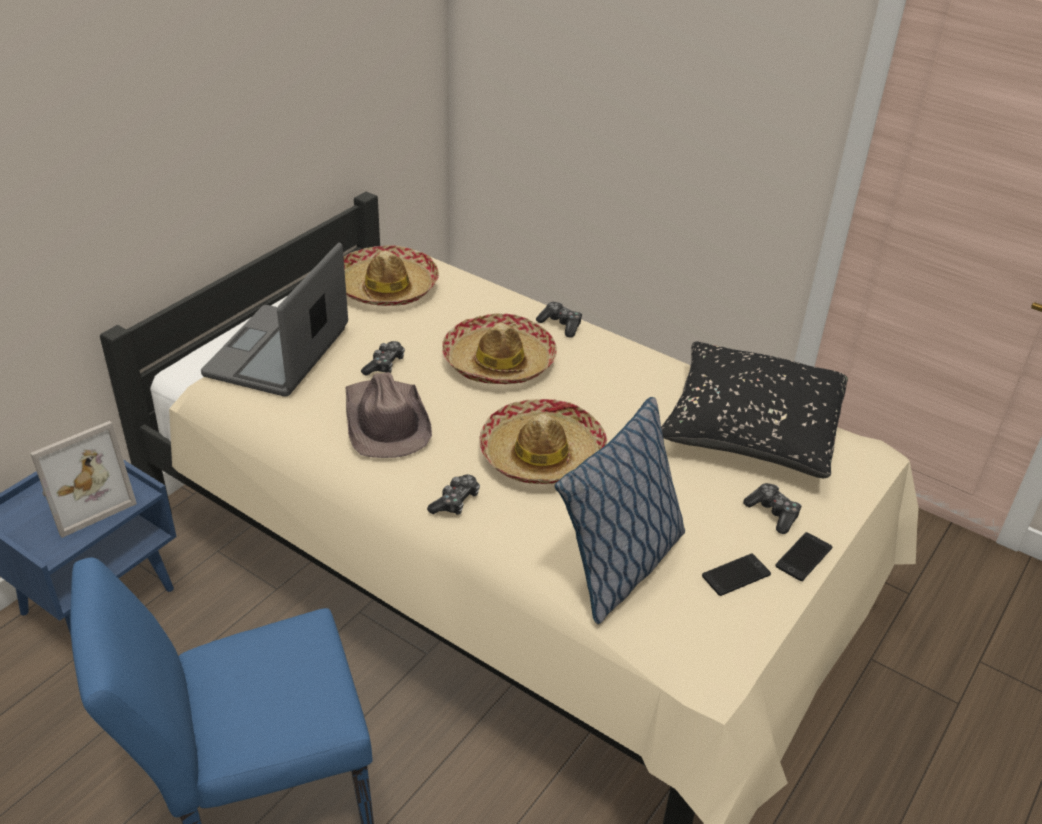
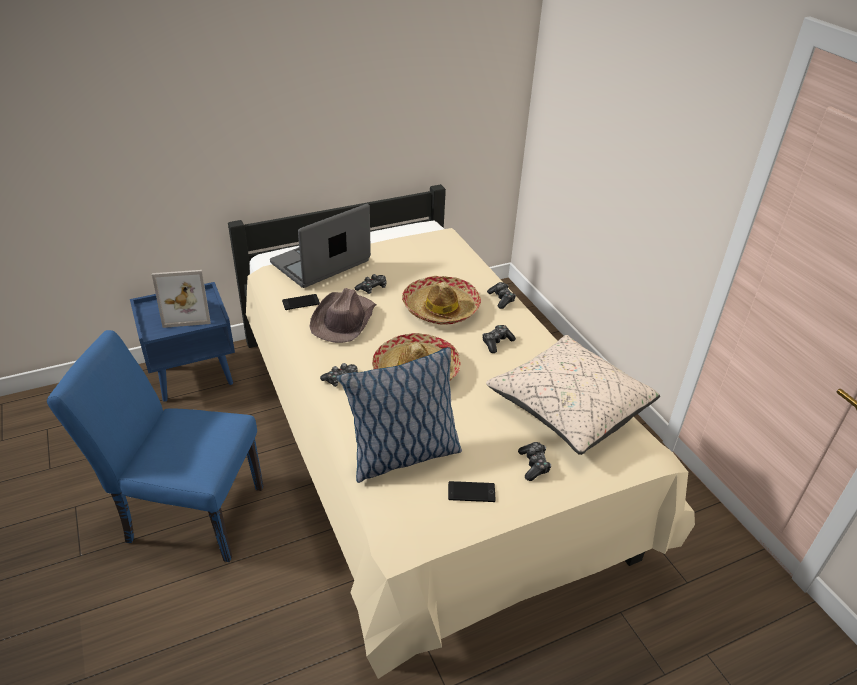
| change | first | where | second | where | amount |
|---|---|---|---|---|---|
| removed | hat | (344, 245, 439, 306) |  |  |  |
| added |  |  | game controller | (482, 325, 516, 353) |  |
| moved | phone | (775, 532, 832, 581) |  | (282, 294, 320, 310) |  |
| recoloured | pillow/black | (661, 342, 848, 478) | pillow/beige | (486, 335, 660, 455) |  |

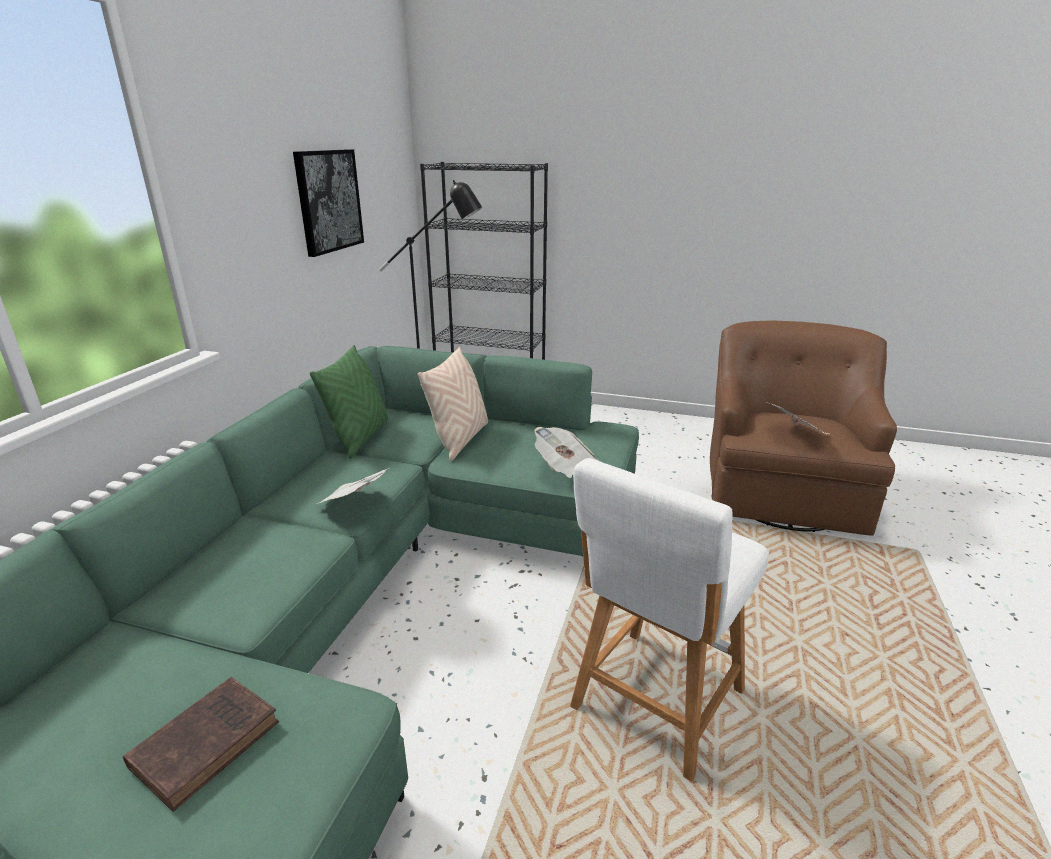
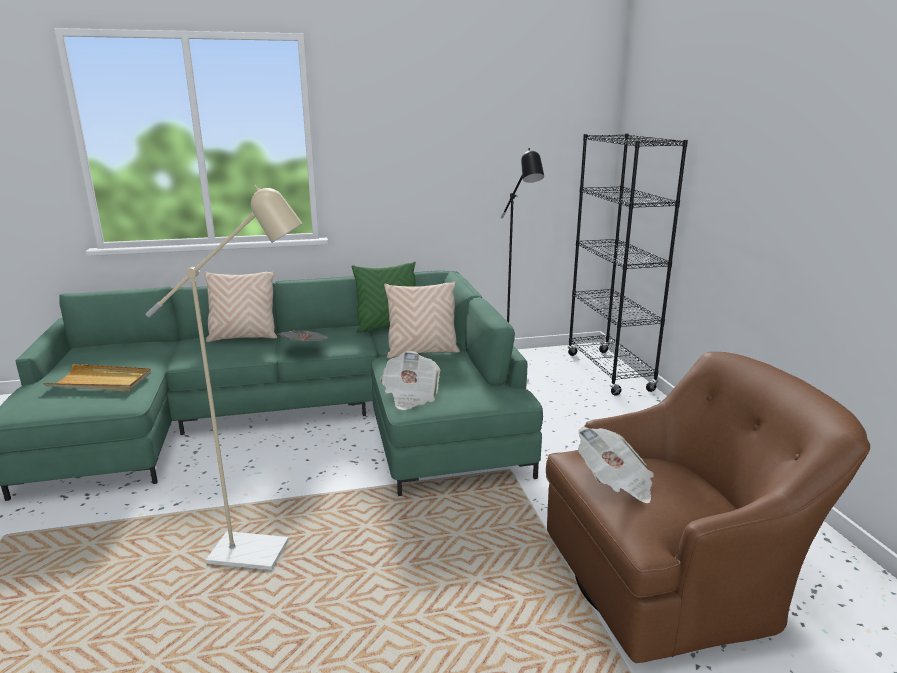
| change | first | where | second | where | amount |
|---|---|---|---|---|---|
| removed | picture | (293, 149, 364, 257) |  |  |  |
| added |  |  | pillow/beige | (204, 271, 277, 342) |  |
| replaced | book/brown | (123, 677, 279, 812) | tray/beige | (43, 364, 151, 391) |  |
| replaced | stool/white | (570, 458, 769, 782) | floor lamp/beige | (146, 185, 302, 570) |  |

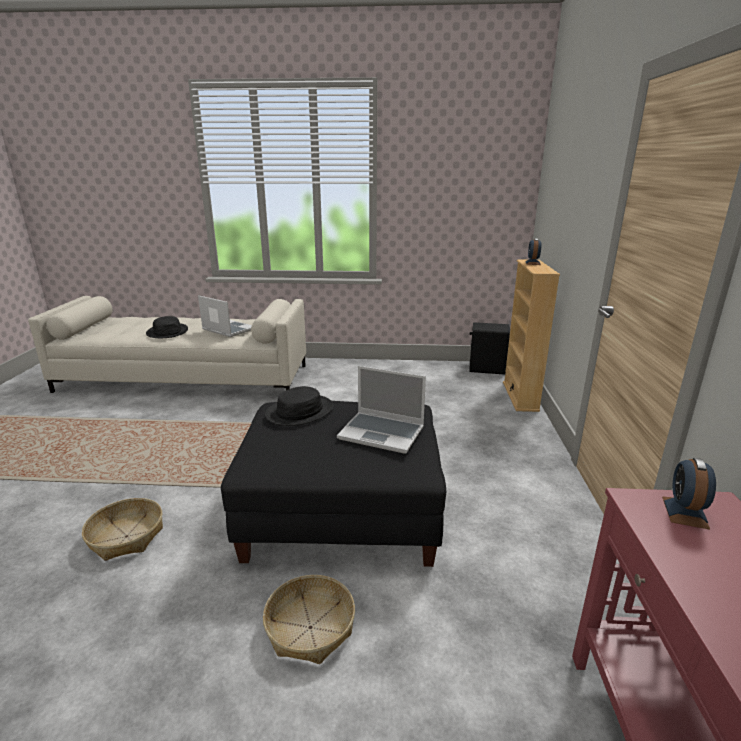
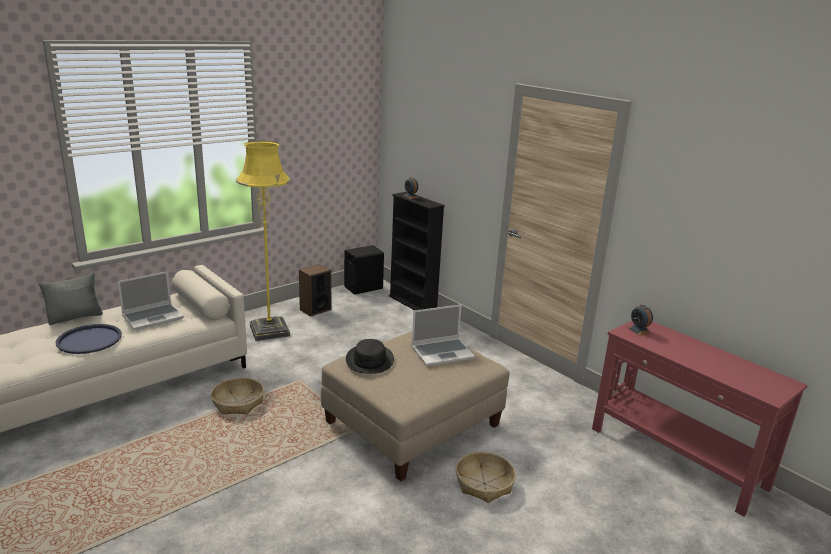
| change | first | where | second | where | amount |
|---|---|---|---|---|---|
| added |  |  | pillow/grey | (38, 272, 103, 325) |  |
| added |  |  | floor lamp/yellow | (236, 141, 290, 341) |  |
| added |  |  | speaker | (299, 264, 331, 317) |  |
| moved | basket | (82, 498, 163, 561) |  | (211, 378, 264, 415) |  |
| replaced | hat/black | (146, 316, 188, 338) | tray/blue | (55, 324, 122, 354) |  |
| recoloured | ottoman/black | (221, 401, 446, 567) | ottoman/beige | (321, 331, 510, 481) |  |
| recoloured | bookcase/beige | (503, 260, 560, 412) | bookcase/black | (389, 192, 445, 310) |  |
| turned | laptop | (198, 295, 252, 337) |  | (118, 271, 184, 330) | 150 degrees clockwise |

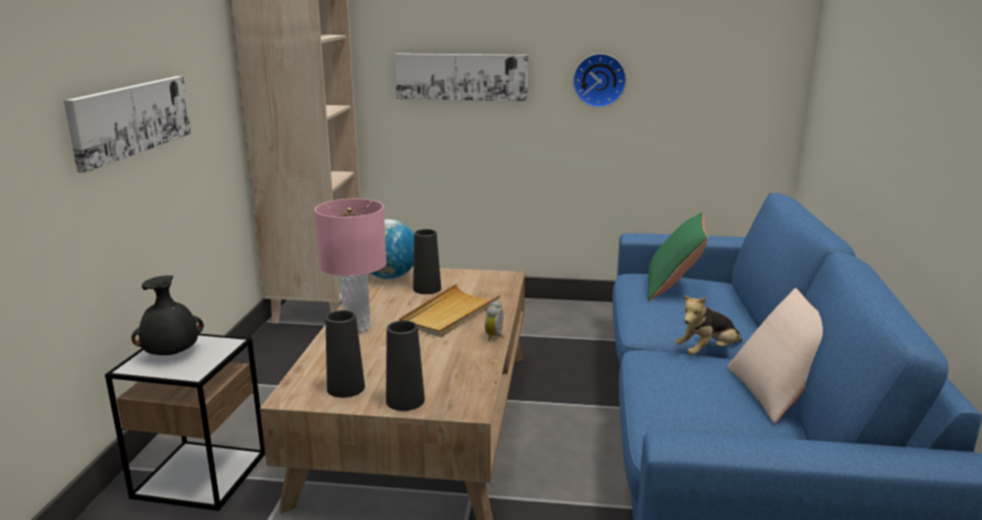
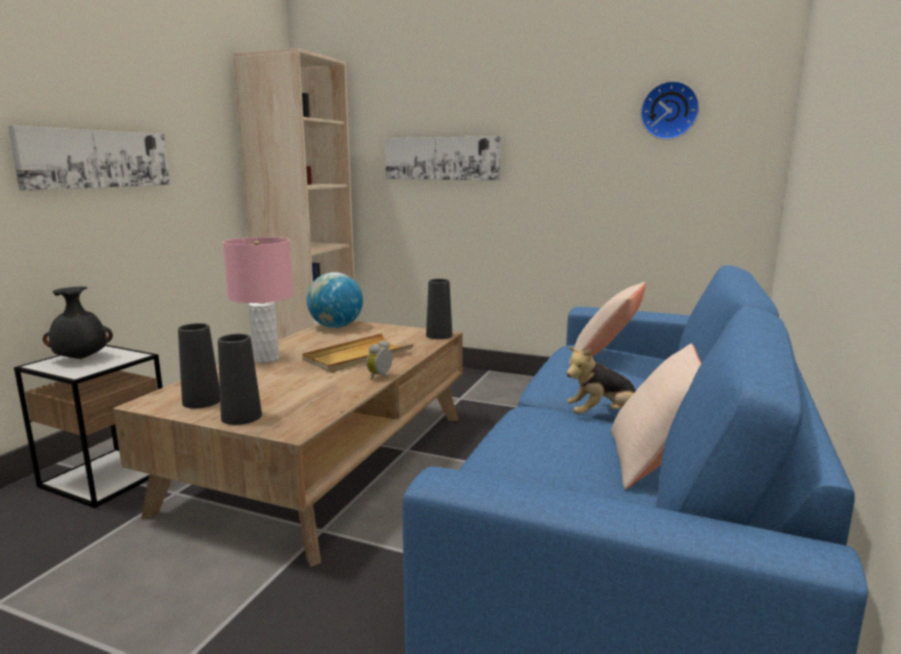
| change | first | where | second | where | amount |
|---|---|---|---|---|---|
| moved | vase/black | (413, 229, 441, 294) |  | (426, 279, 453, 339) |  |
| moved | wall clock | (573, 53, 627, 108) |  | (640, 81, 700, 140) |  |
| recoloured | pillow/green | (648, 212, 708, 301) | pillow/beige | (569, 282, 646, 365) |  |

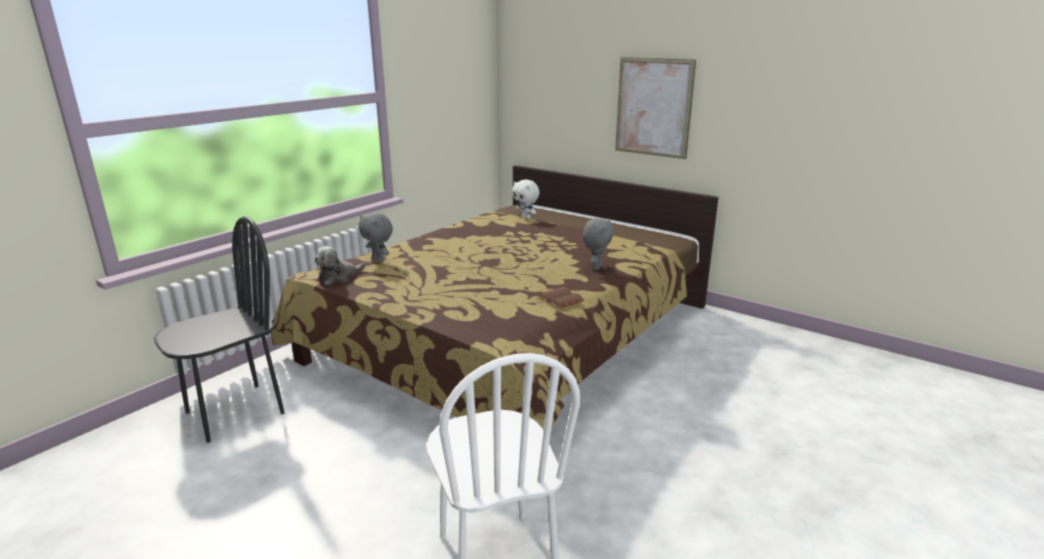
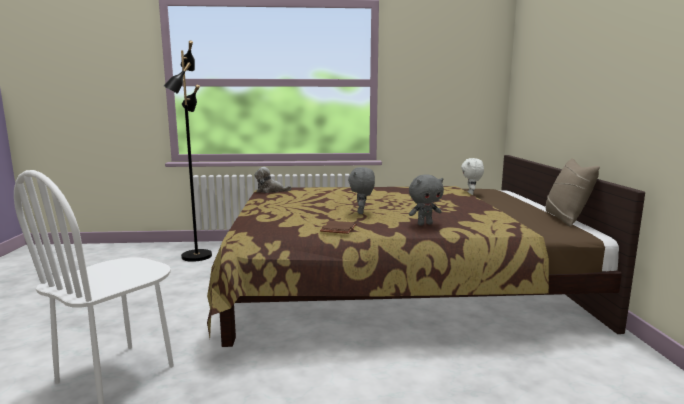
| change | first | where | second | where | amount |
|---|---|---|---|---|---|
| removed | picture | (615, 57, 696, 159) |  |  |  |
| added |  |  | pillow/beige | (546, 158, 600, 226) |  |
| moved | plush toy/grey | (358, 213, 393, 263) |  | (348, 167, 375, 214) |  |
| replaced | chair/black | (154, 216, 285, 443) | floor lamp/black | (164, 41, 212, 262) |  |

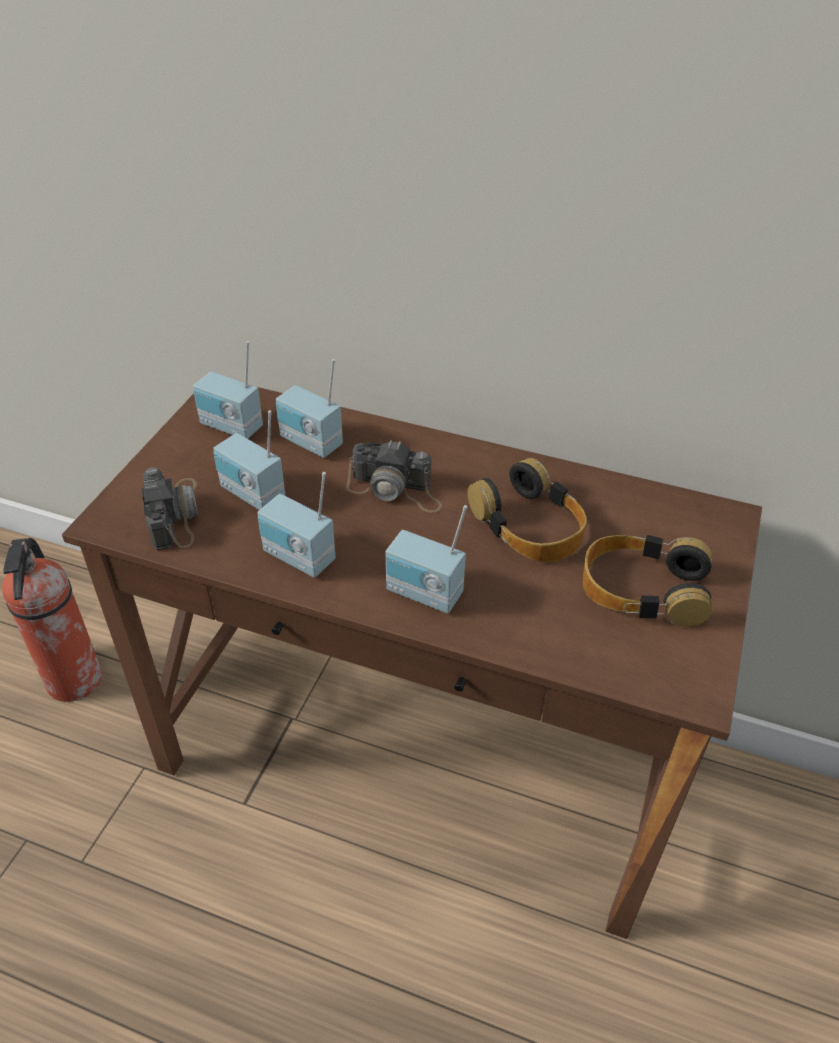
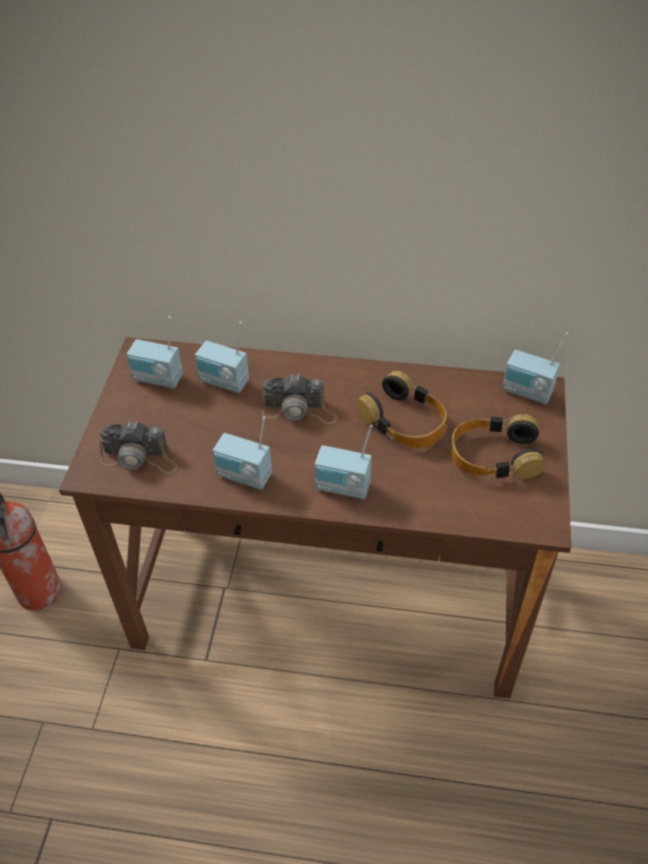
| change | first | where | second | where | amount |
|---|---|---|---|---|---|
| moved | radio | (213, 410, 285, 510) |  | (502, 332, 568, 404) |  |
| turned | photo camera | (142, 467, 198, 550) |  | (99, 421, 177, 474) | 120 degrees clockwise |

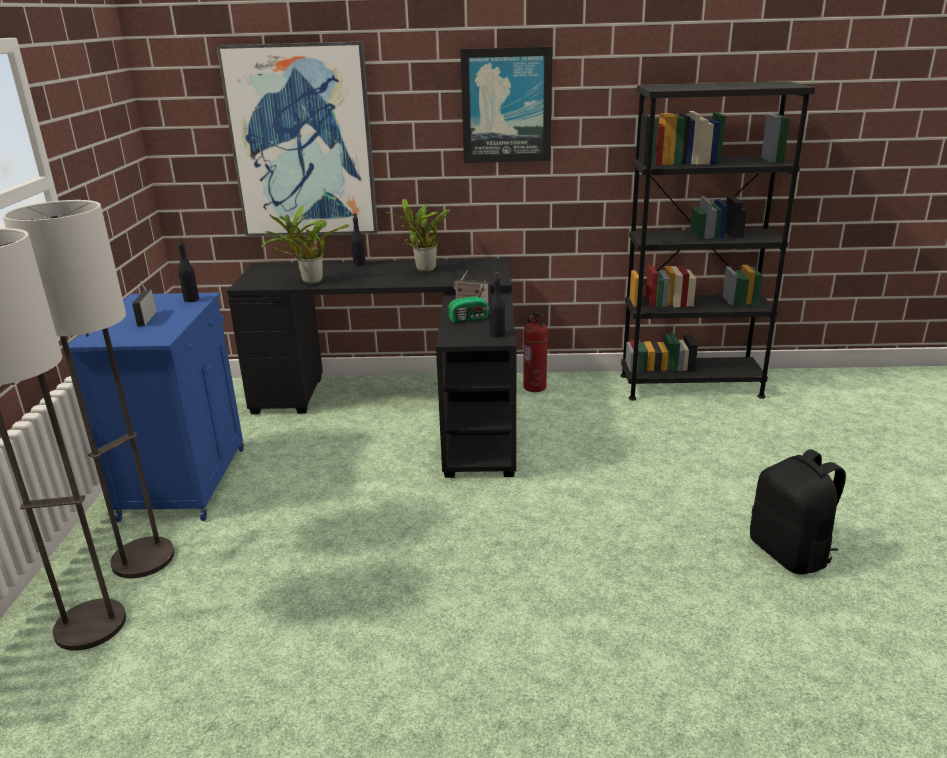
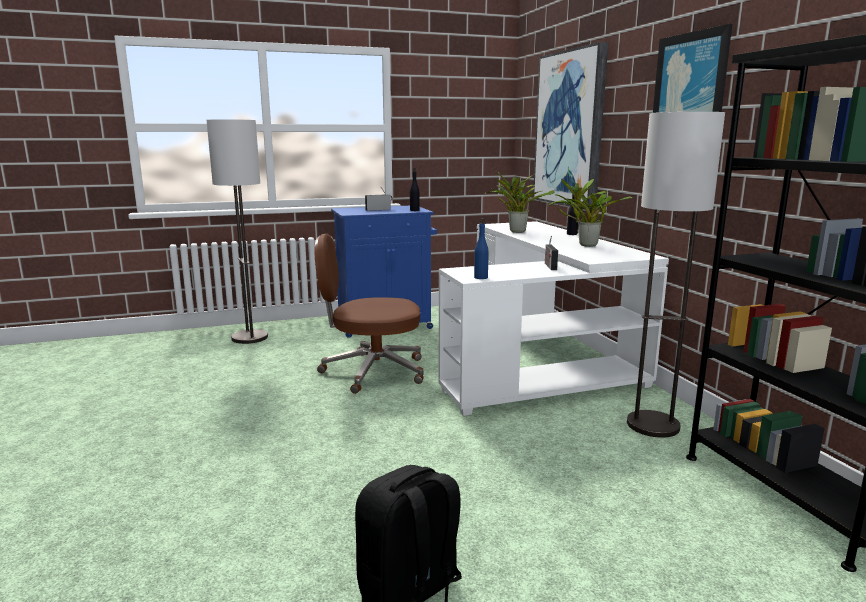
| change | first | where | second | where | amount |
|---|---|---|---|---|---|
| removed | radio | (448, 279, 489, 323) |  |  |  |
| removed | fire extinguisher | (523, 312, 548, 392) |  |  |  |
| added |  |  | office chair/brown | (314, 234, 424, 394) |  |
| moved | floor lamp | (2, 200, 175, 578) |  | (627, 112, 725, 438) |  |
| recoloured | desk/black | (227, 258, 517, 478) | desk/white | (438, 221, 669, 416) |  |
| recoloured | bottle/black | (489, 273, 505, 337) | bottle/blue | (474, 218, 489, 279) |  |

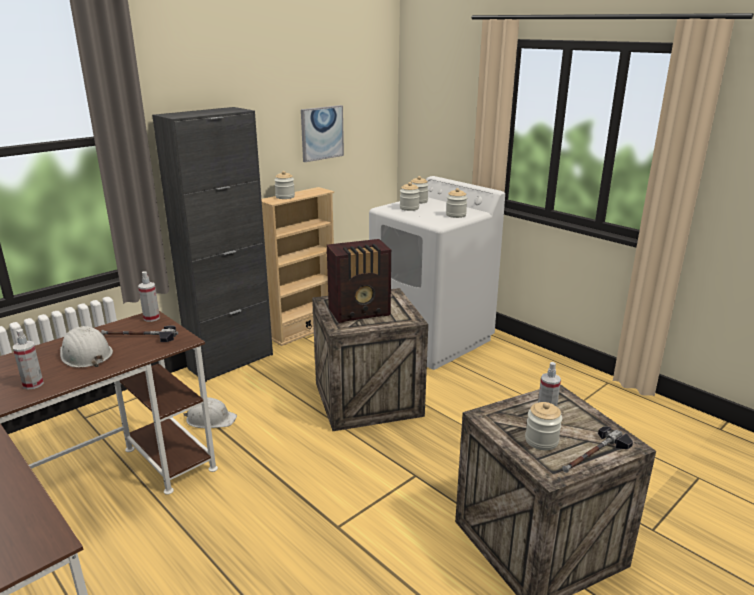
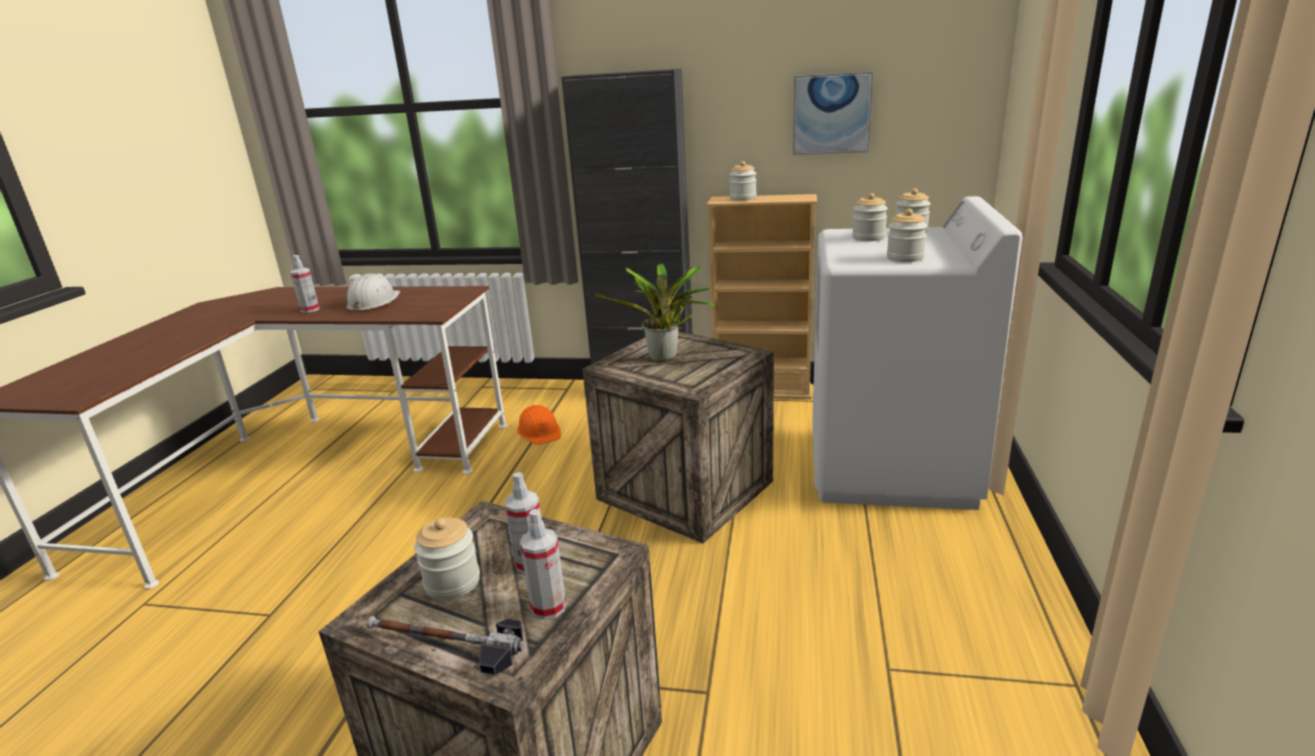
| change | first | where | second | where | amount |
|---|---|---|---|---|---|
| removed | hammer | (101, 326, 178, 342) |  |  |  |
| moved | spray bottle | (138, 271, 160, 322) |  | (520, 509, 567, 620) |  |
| replaced | radio | (327, 239, 391, 323) | potted plant | (595, 264, 718, 362) |  |
| recoloured | hard hat/white | (183, 397, 237, 428) | hard hat/orange | (517, 405, 561, 445) |  |

